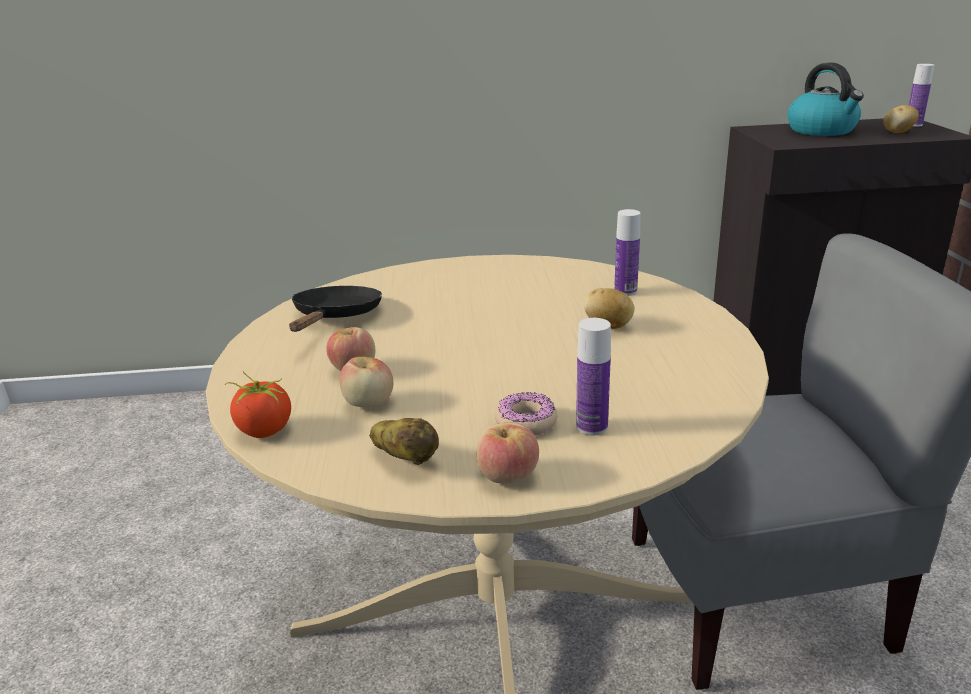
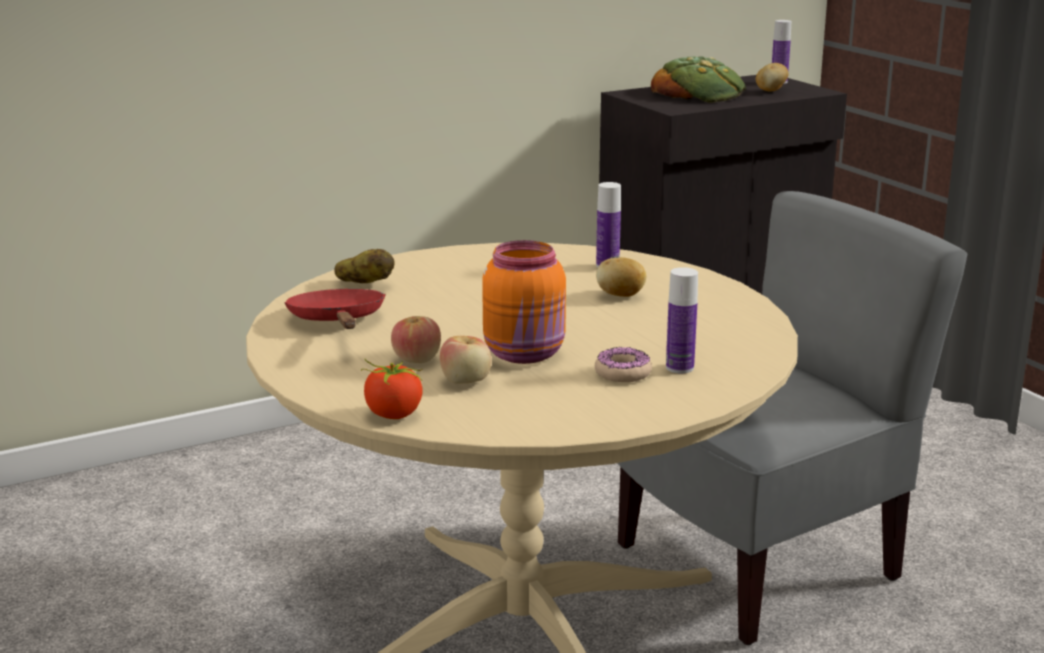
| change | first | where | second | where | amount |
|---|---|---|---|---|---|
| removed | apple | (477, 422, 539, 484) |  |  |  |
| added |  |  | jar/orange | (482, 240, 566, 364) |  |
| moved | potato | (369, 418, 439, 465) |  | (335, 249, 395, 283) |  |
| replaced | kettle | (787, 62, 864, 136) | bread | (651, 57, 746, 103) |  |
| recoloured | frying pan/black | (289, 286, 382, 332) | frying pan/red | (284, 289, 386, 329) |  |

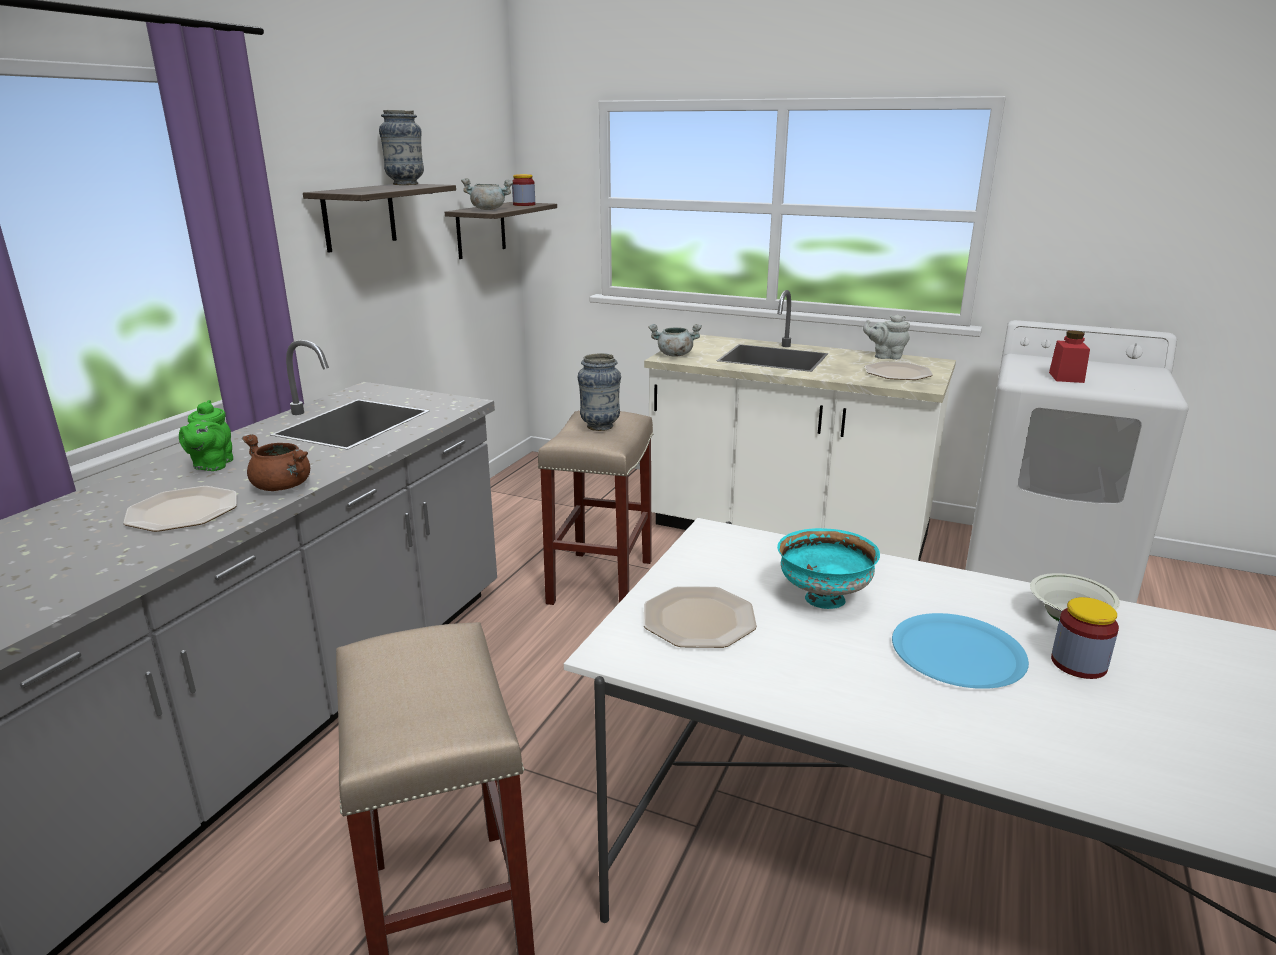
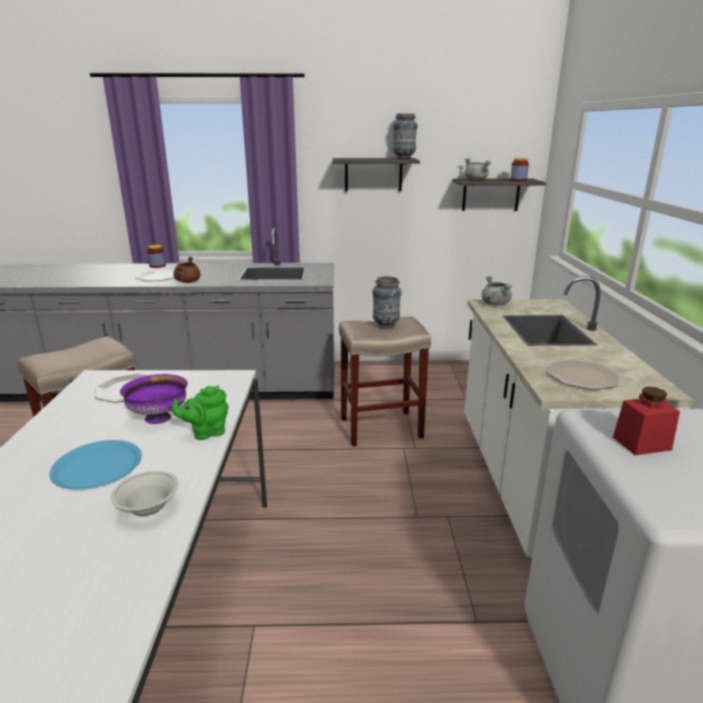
| change | first | where | second | where | amount |
|---|---|---|---|---|---|
| removed | teapot/grey | (863, 315, 910, 360) |  |  |  |
| moved | teapot/green | (179, 400, 233, 471) |  | (172, 385, 228, 440) |  |
| moved | jar | (1051, 597, 1119, 679) |  | (147, 245, 166, 268) |  |
| recoloured | bowl/turquoise | (777, 528, 880, 609) | bowl/purple | (120, 374, 188, 424) |  |

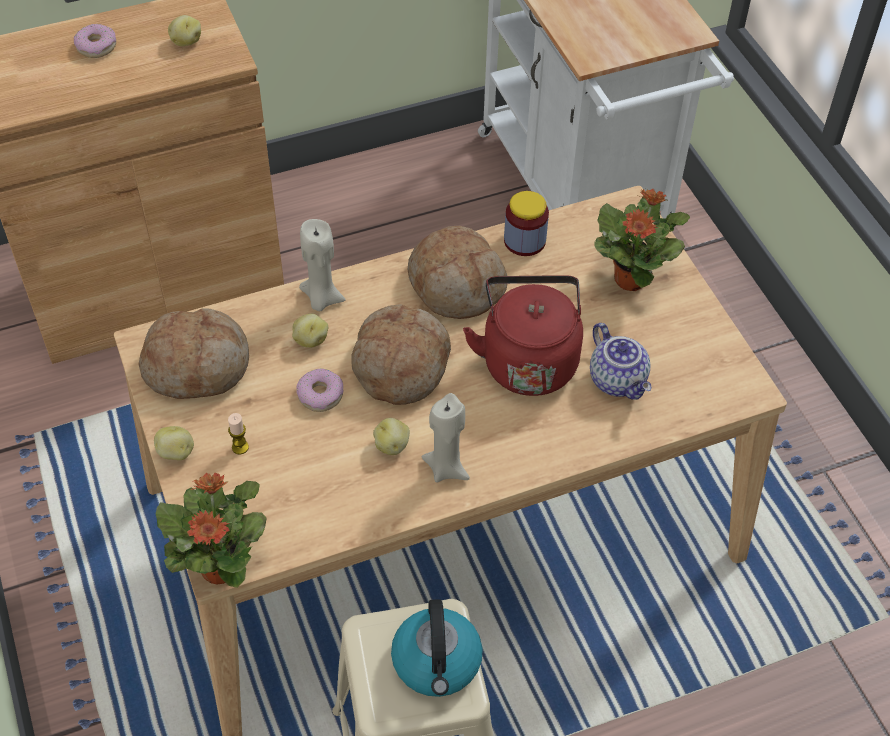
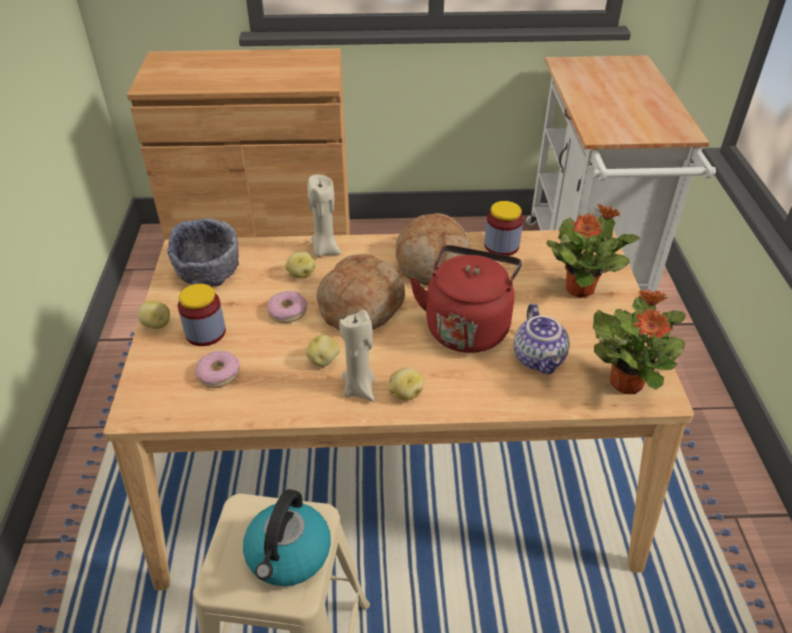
| change | first | where | second | where | amount |
|---|---|---|---|---|---|
| moved | donut | (74, 24, 116, 58) |  | (195, 350, 240, 388) |  |
| moved | potted plant | (156, 472, 267, 588) |  | (593, 289, 686, 394) |  |
| moved | potato | (168, 15, 201, 46) |  | (389, 367, 424, 400) |  |
| replaced | bread | (138, 308, 249, 399) | bowl/grey | (167, 218, 239, 287) |  |
| replaced | candle | (228, 413, 249, 455) | jar | (178, 284, 226, 346) |  |

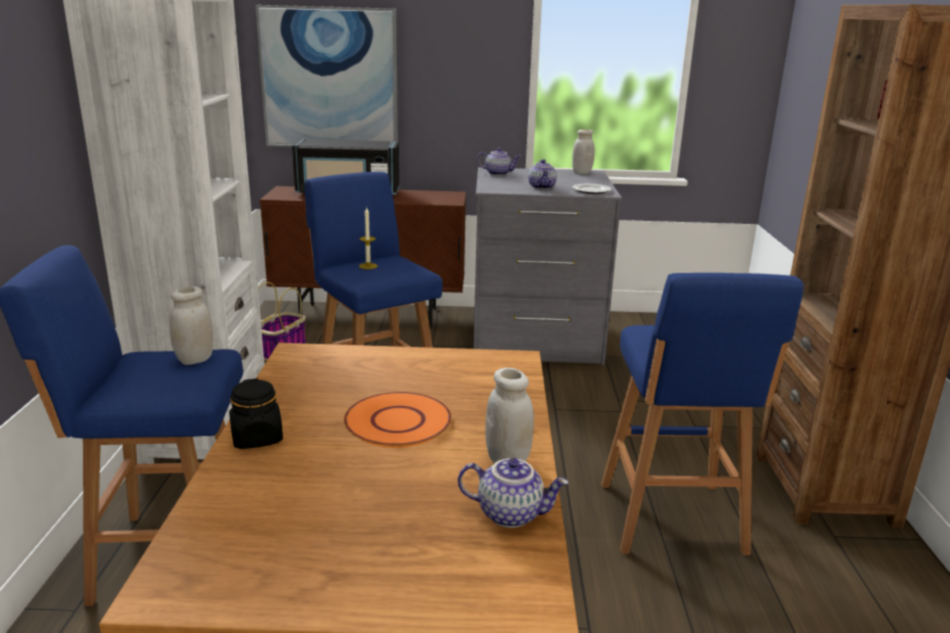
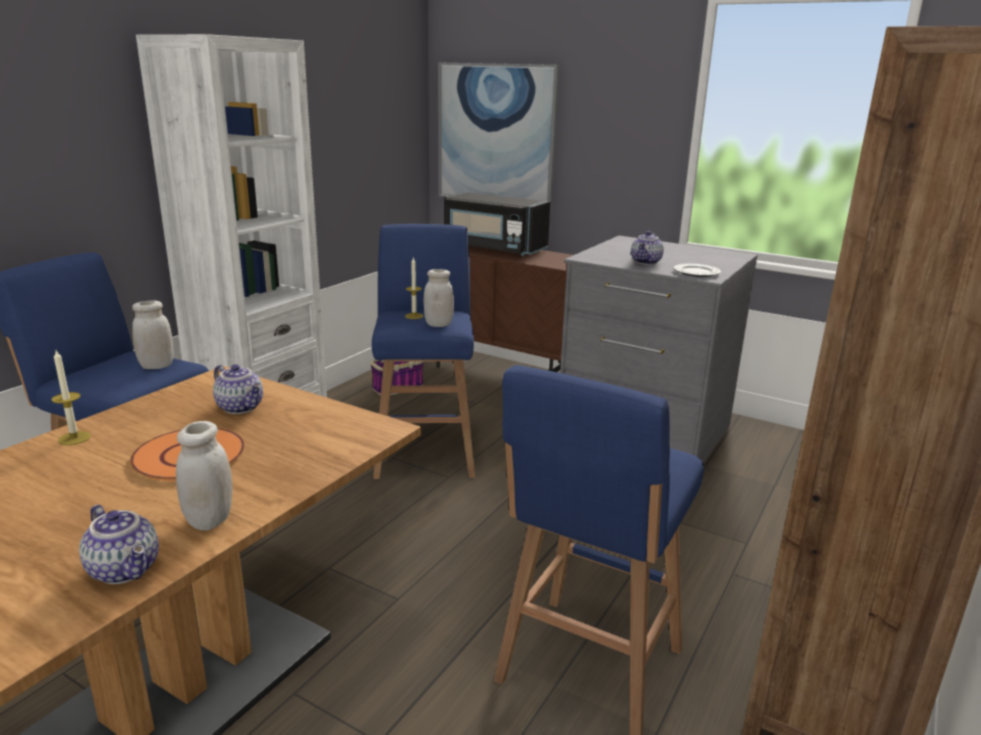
| change | first | where | second | where | amount |
|---|---|---|---|---|---|
| moved | teapot | (477, 148, 520, 176) |  | (213, 364, 263, 414) |  |
| moved | jar/white | (572, 129, 595, 174) |  | (424, 269, 454, 327) |  |
| replaced | jar/black | (229, 378, 283, 449) | candle | (52, 350, 91, 445) |  |

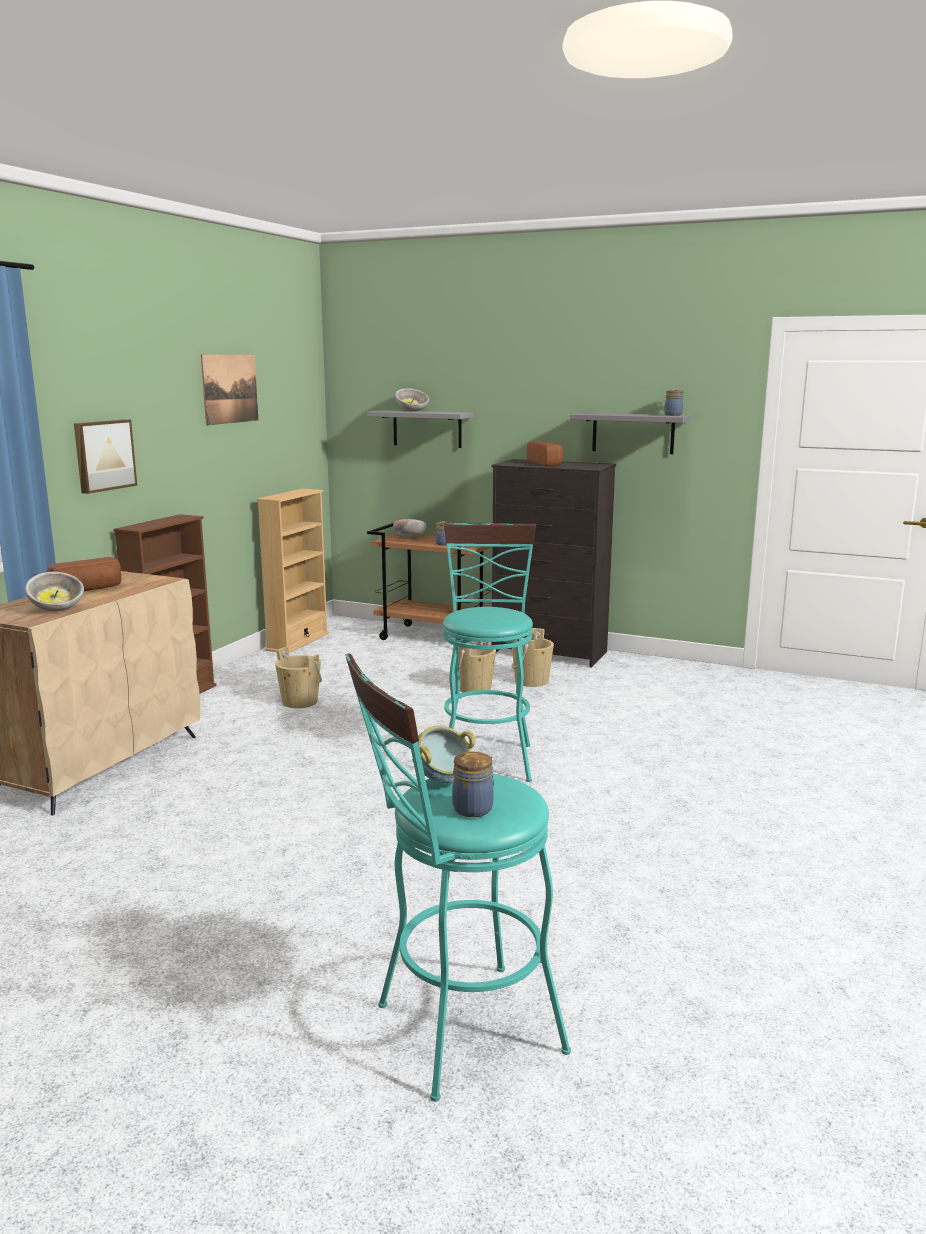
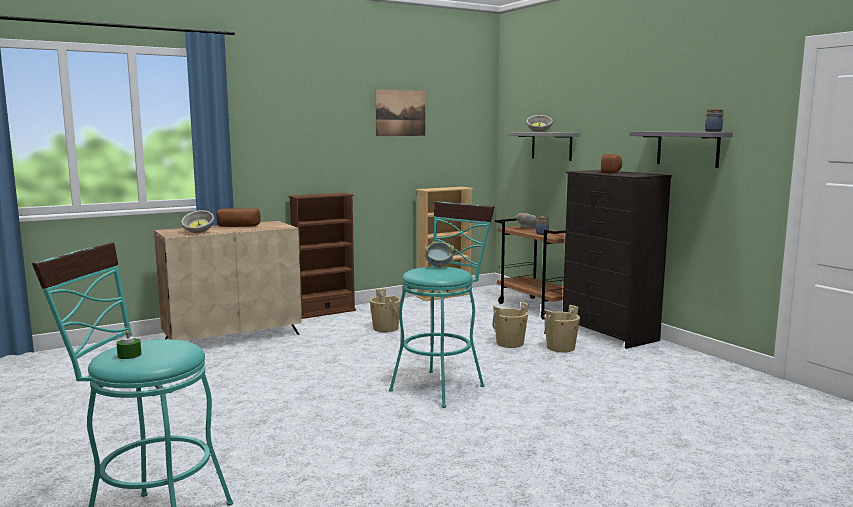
| change | first | where | second | where | amount |
|---|---|---|---|---|---|
| removed | picture | (74, 419, 137, 494) |  |  |  |
| moved | bowl | (413, 726, 476, 784) |  | (425, 242, 454, 268) |  |
| replaced | jar | (452, 752, 494, 817) | candle/green | (116, 330, 141, 359) |  |

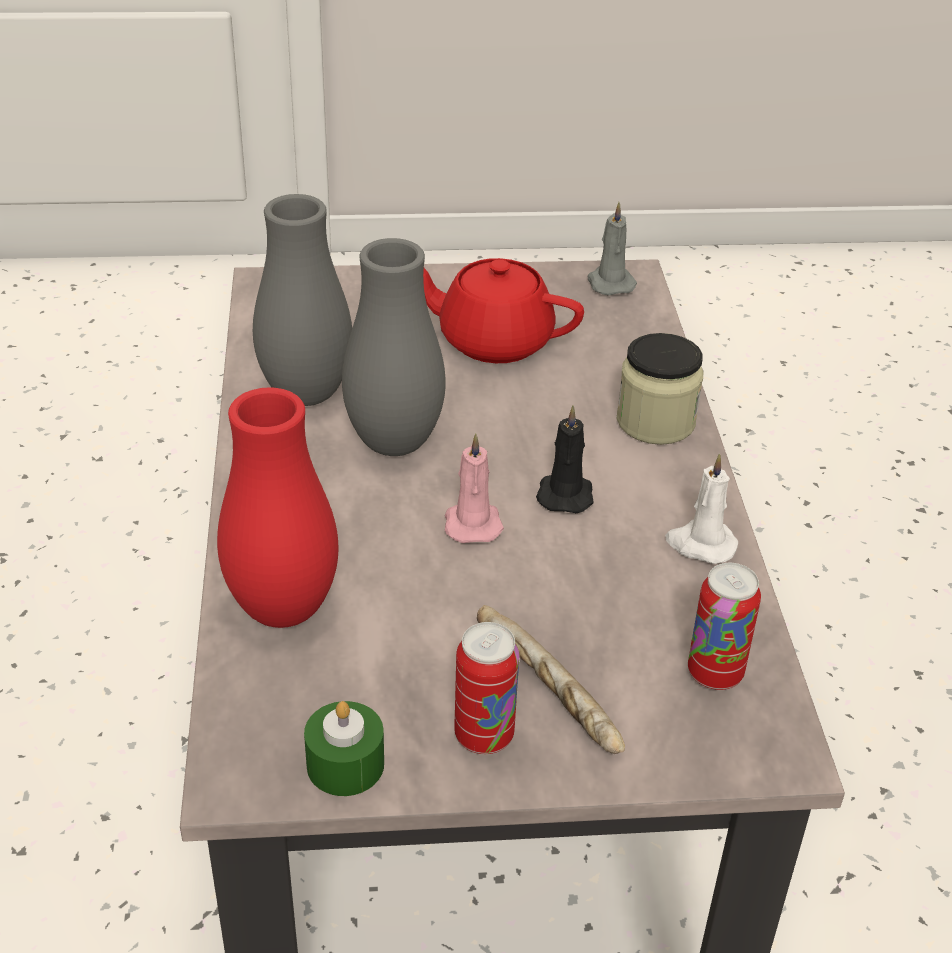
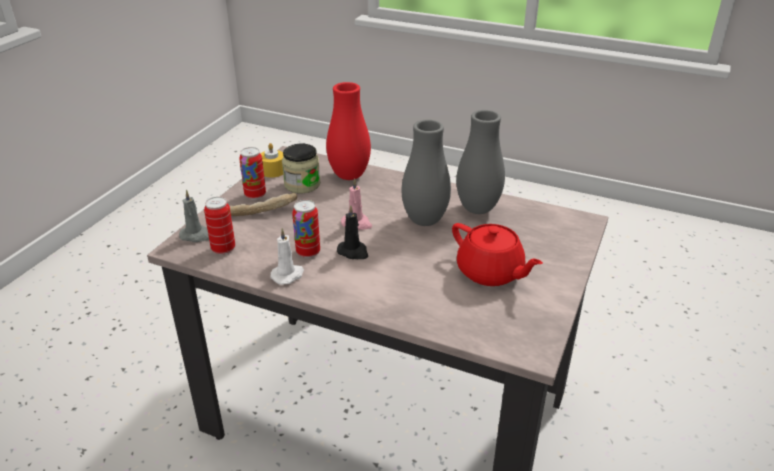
| change | first | where | second | where | amount |
|---|---|---|---|---|---|
| added |  |  | can | (292, 200, 320, 258) |  |
| moved | candle/grey | (588, 202, 637, 295) |  | (179, 190, 209, 242) |  |
| moved | jar | (617, 333, 703, 445) |  | (282, 144, 320, 193) |  |
| recoloured | candle/green | (304, 701, 384, 796) | candle/yellow | (261, 143, 284, 178) |  |
| turned | teapot/red | (423, 258, 584, 363) |  | (452, 223, 543, 286) | 90 degrees clockwise |

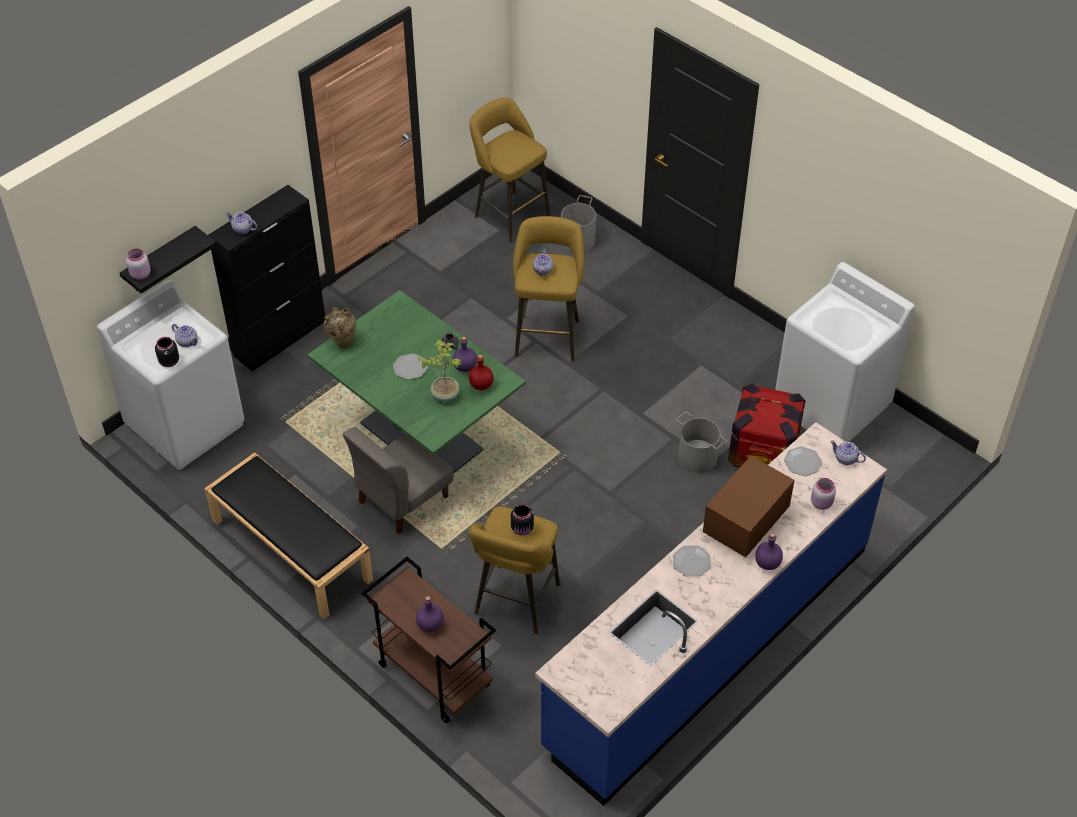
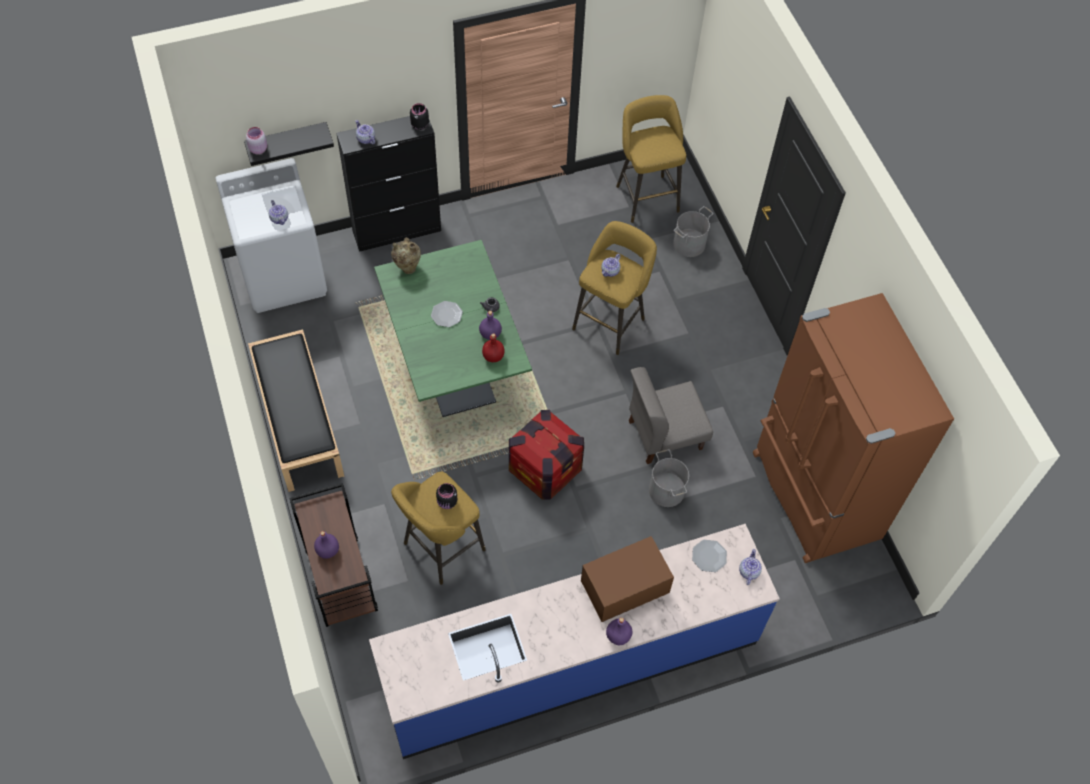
| change | first | where | second | where | amount |
|---|---|---|---|---|---|
| removed | potted plant | (418, 340, 462, 402) |  |  |  |
| removed | plate | (673, 546, 711, 577) |  |  |  |
| removed | jar/pink | (811, 478, 836, 510) |  |  |  |
| moved | jar/black | (155, 337, 179, 367) |  | (410, 103, 429, 130) |  |
| moved | chair/grey | (343, 427, 454, 535) |  | (629, 367, 713, 464) |  |
| moved | crate | (728, 384, 805, 467) |  | (509, 410, 584, 500) |  |
| replaced | washing machine/white | (775, 262, 915, 442) | fridge/brown | (753, 293, 954, 563) |  |
| turned | teapot | (830, 440, 866, 465) |  | (739, 549, 762, 585) | 45 degrees clockwise |

